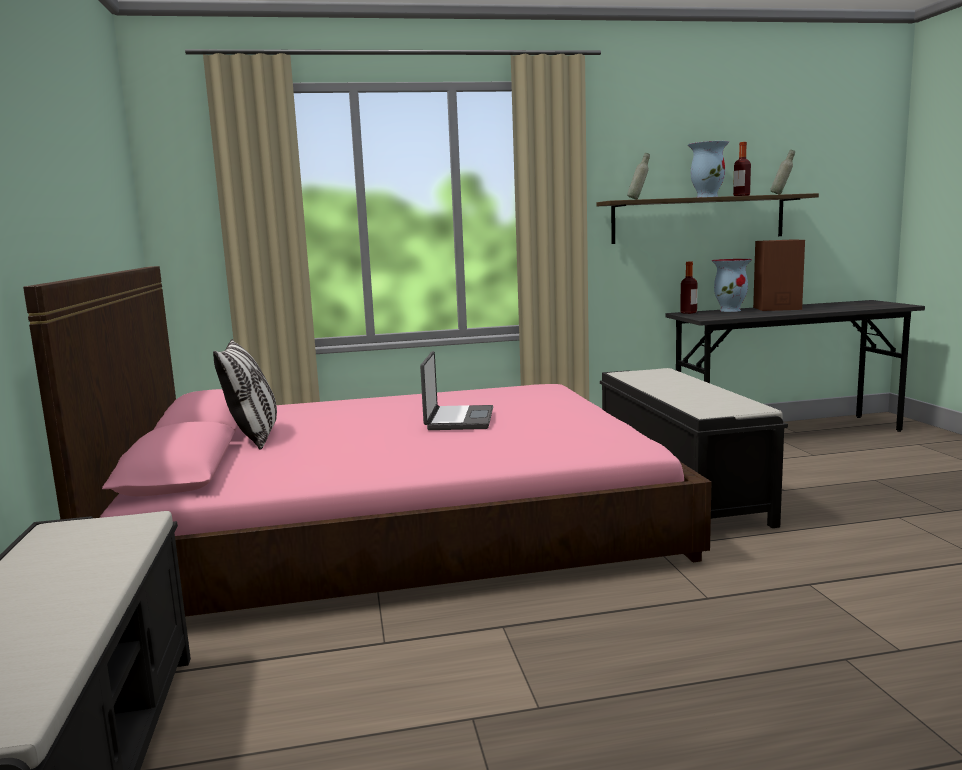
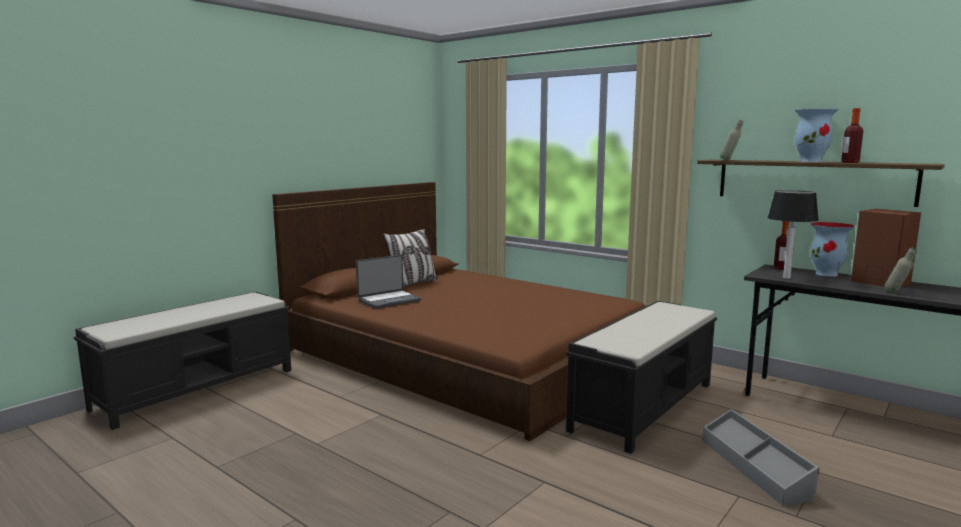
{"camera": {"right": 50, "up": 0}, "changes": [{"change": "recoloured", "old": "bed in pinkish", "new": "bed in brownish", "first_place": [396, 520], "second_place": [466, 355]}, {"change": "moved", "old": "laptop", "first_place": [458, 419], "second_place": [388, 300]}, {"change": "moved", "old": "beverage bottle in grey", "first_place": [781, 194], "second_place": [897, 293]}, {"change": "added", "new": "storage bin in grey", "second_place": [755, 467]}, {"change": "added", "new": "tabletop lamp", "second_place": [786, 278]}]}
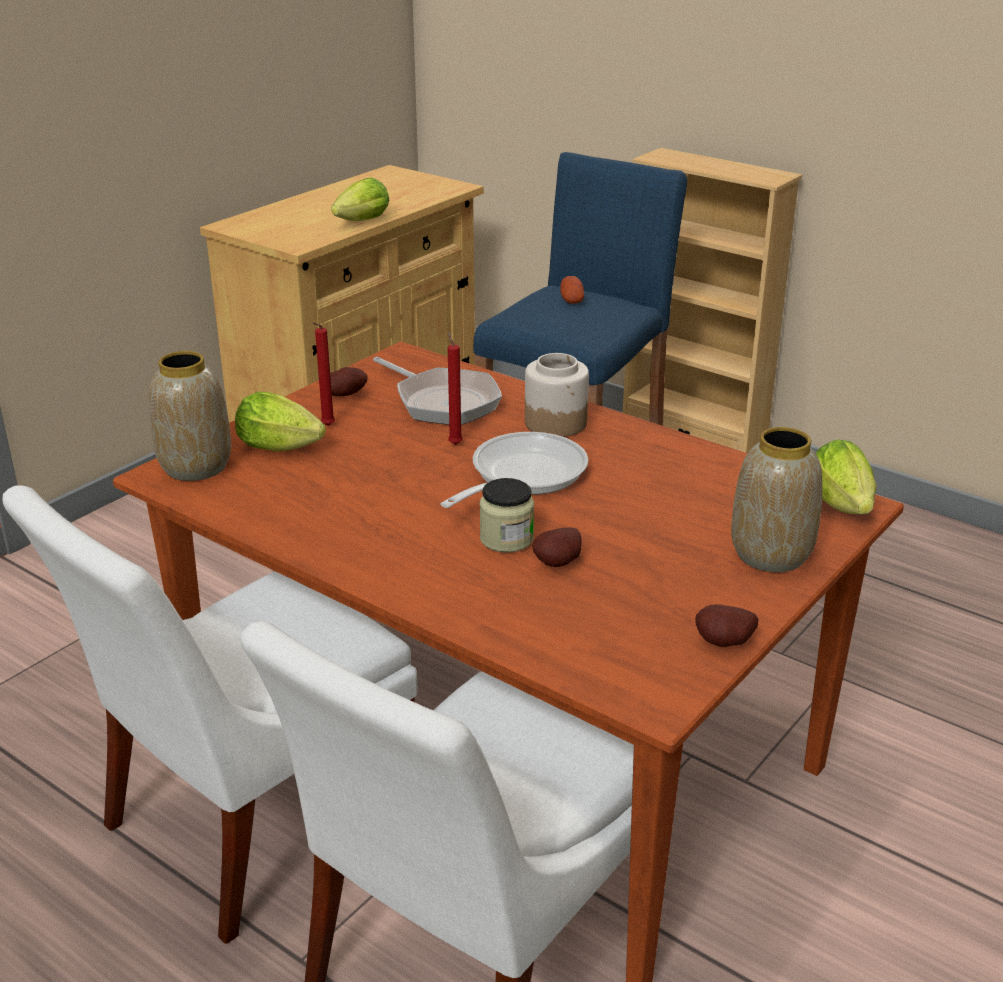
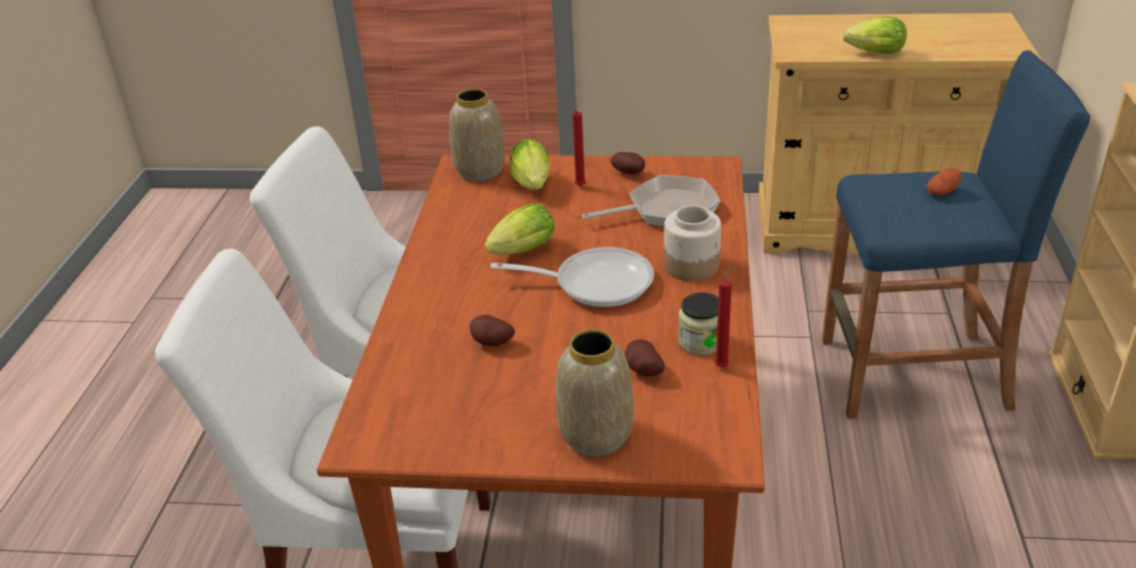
{"camera": {"right": 60, "up": 5}, "changes": [{"change": "turned", "old": "skillet", "first_place": [443, 402], "second_place": [666, 210], "degrees": -120}, {"change": "moved", "old": "candle in red-coloured", "first_place": [454, 443], "second_place": [723, 366]}, {"change": "moved", "old": "storage jar", "first_place": [506, 539], "second_place": [700, 342]}, {"change": "moved", "old": "spud", "first_place": [725, 644], "second_place": [642, 372]}, {"change": "moved", "old": "lettuce head", "first_place": [843, 508], "second_place": [520, 252]}]}
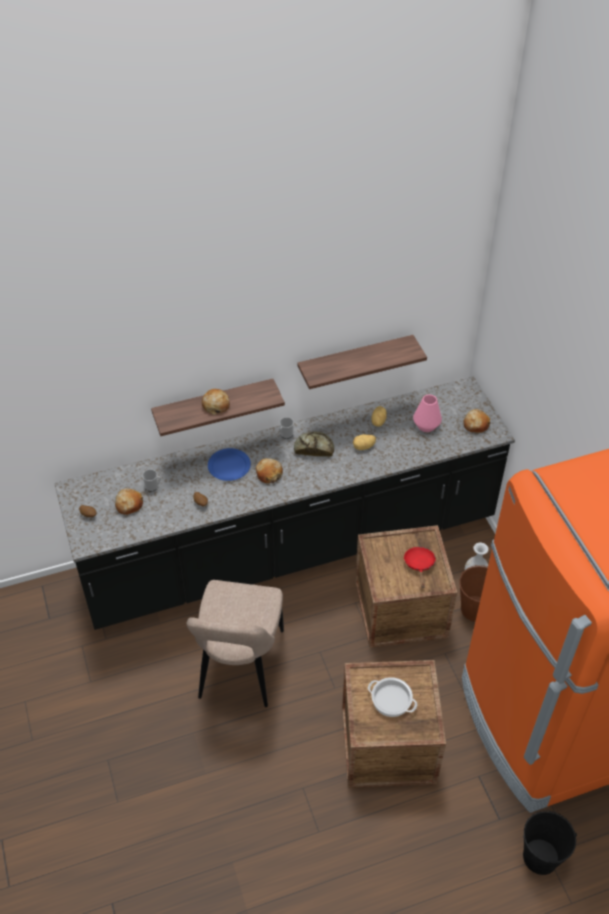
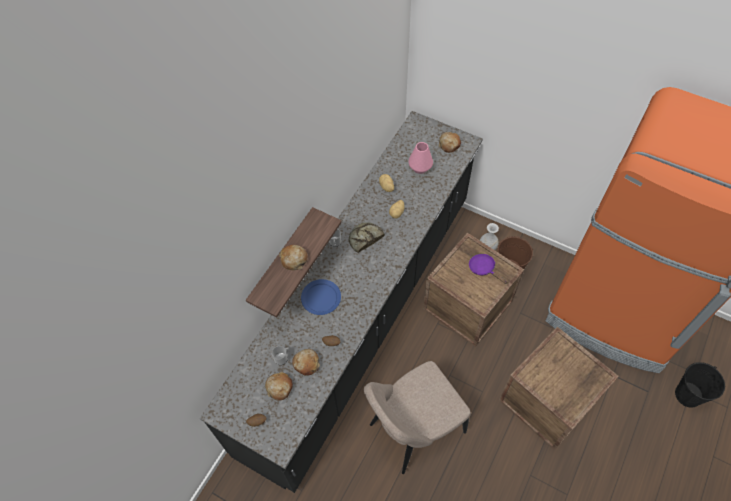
{"camera": {"right": -40, "up": 10}, "changes": [{"change": "turned", "old": "plain chair in sand-coloured", "first_place": [240, 668], "second_place": [413, 430], "degrees": 90}, {"change": "moved", "old": "baked bread", "first_place": [269, 474], "second_place": [306, 363]}, {"change": "removed", "old": "wall shelf", "first_place": [355, 362]}, {"change": "removed", "old": "saucepot", "first_place": [391, 700]}, {"change": "recoloured", "old": "skillet in red-coloured", "new": "skillet in purplish", "first_place": [419, 565], "second_place": [483, 269]}]}
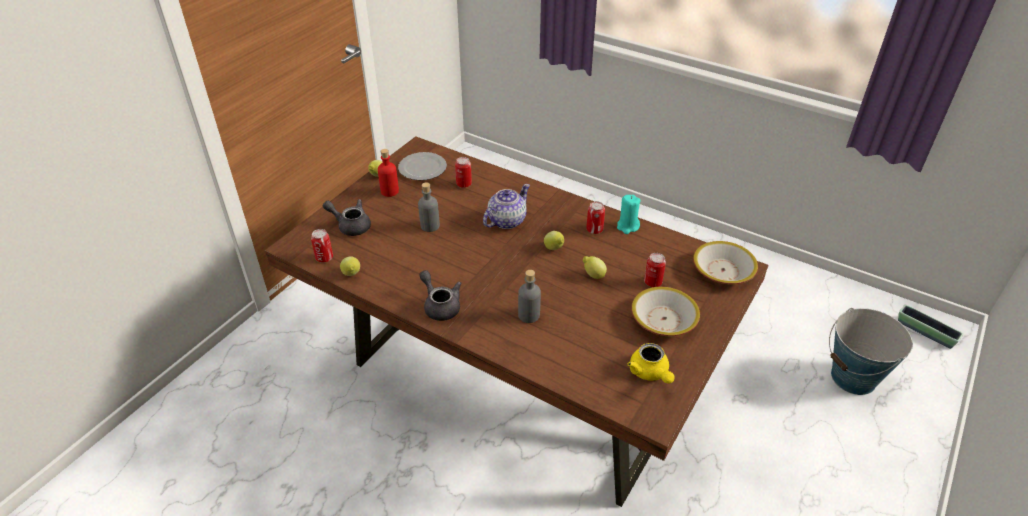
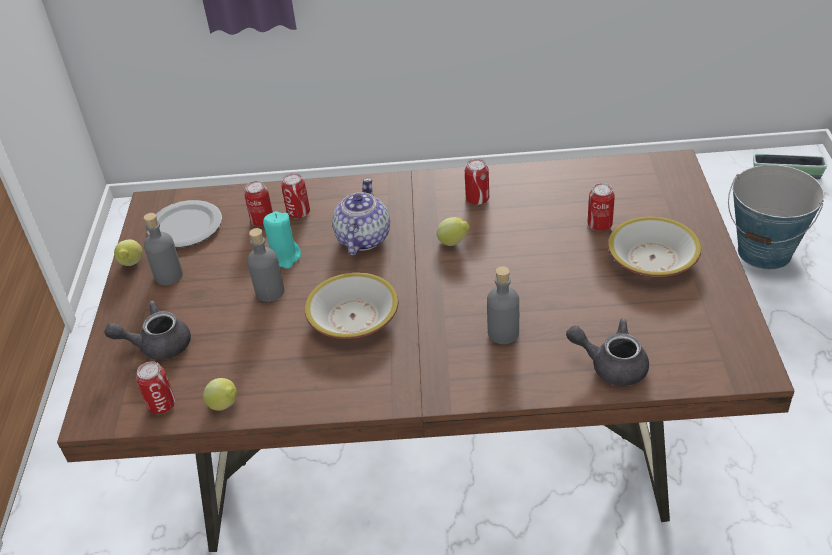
{"camera": {"right": -30, "up": 0}, "changes": [{"change": "recoloured", "old": "beverage bottle in red-coloured", "new": "beverage bottle in grey", "first_place": [389, 191], "second_place": [168, 276]}, {"change": "moved", "old": "pot for tea in grey", "first_place": [440, 305], "second_place": [611, 365]}, {"change": "removed", "old": "whole lemon", "first_place": [593, 275]}, {"change": "moved", "old": "candle in blue-green", "first_place": [627, 226], "second_place": [285, 258]}, {"change": "removed", "old": "pot for tea in yellow-coloured", "first_place": [650, 373]}, {"change": "moved", "old": "deep dish", "first_place": [722, 271], "second_place": [353, 317]}, {"change": "added", "new": "sealed can", "second_place": [298, 213]}]}
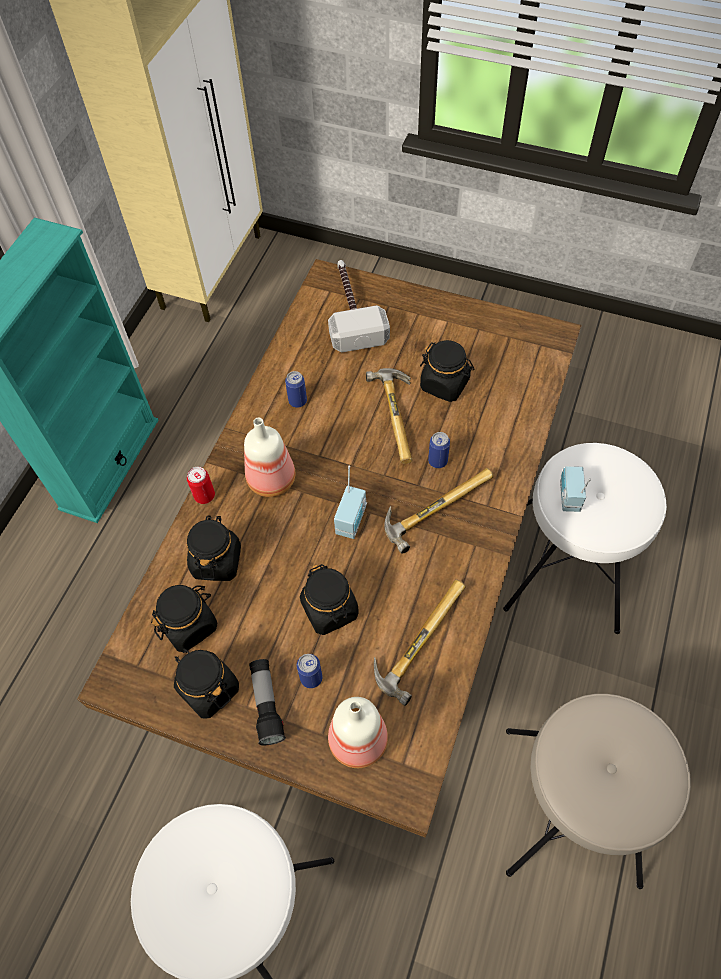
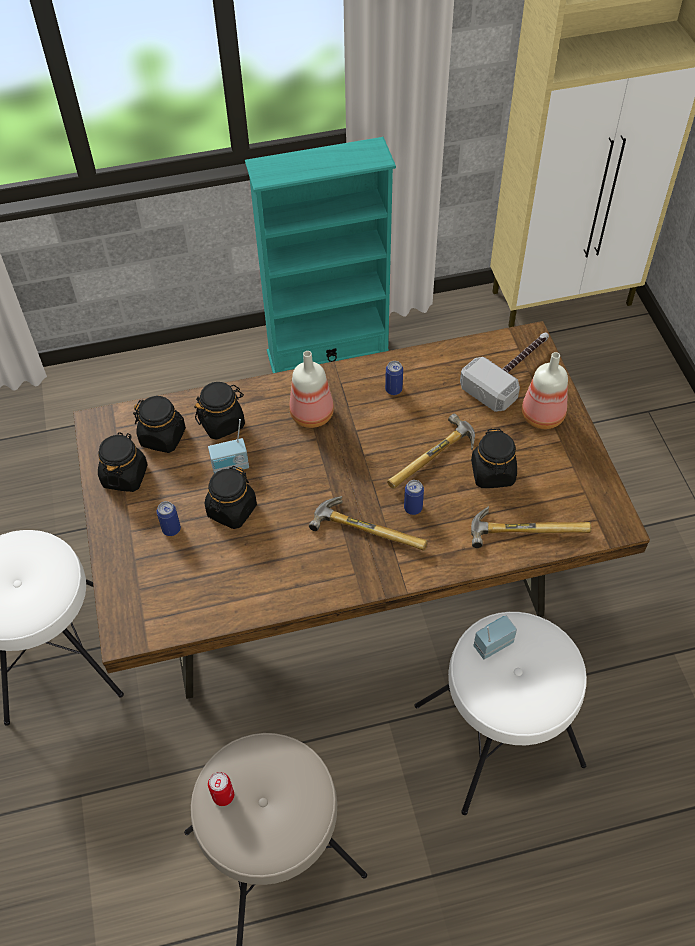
{"camera": {"right": 55, "up": -5}, "changes": [{"change": "moved", "old": "sealed can", "first_place": [204, 496], "second_place": [223, 796]}, {"change": "removed", "old": "hand torch", "first_place": [267, 704]}, {"change": "moved", "old": "beverage bottle", "first_place": [356, 740], "second_place": [541, 415]}, {"change": "moved", "old": "radio receiver", "first_place": [352, 521], "second_place": [230, 467]}, {"change": "moved", "old": "hammer", "first_place": [417, 636], "second_place": [528, 527]}]}
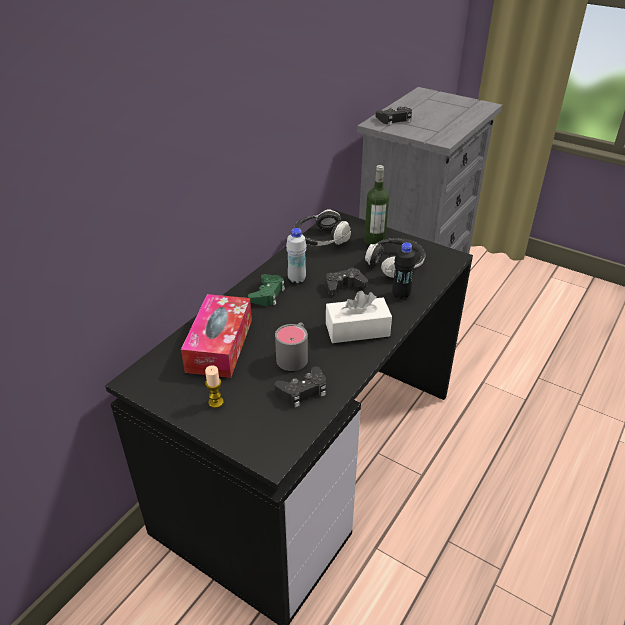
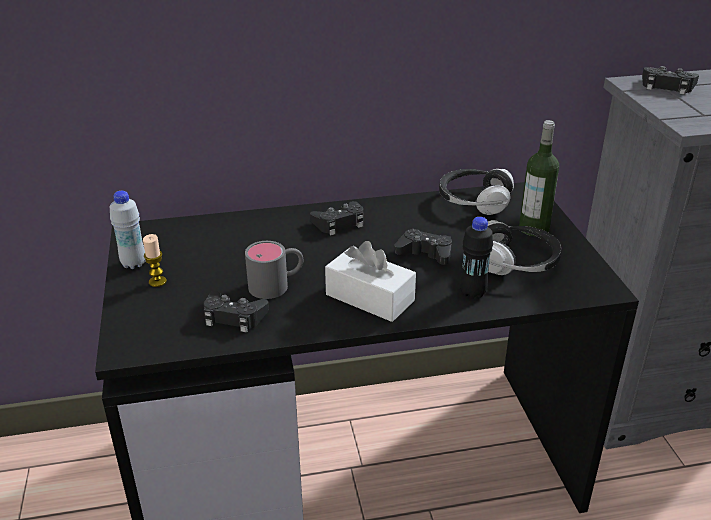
{"camera": {"right": 45, "up": -5}, "changes": [{"change": "removed", "old": "tissue holder", "first_place": [219, 345]}, {"change": "recoloured", "old": "game controller in green", "new": "game controller in black-coloured", "first_place": [267, 294], "second_place": [339, 223]}, {"change": "moved", "old": "beverage bottle in whitish", "first_place": [296, 279], "second_place": [133, 263]}]}
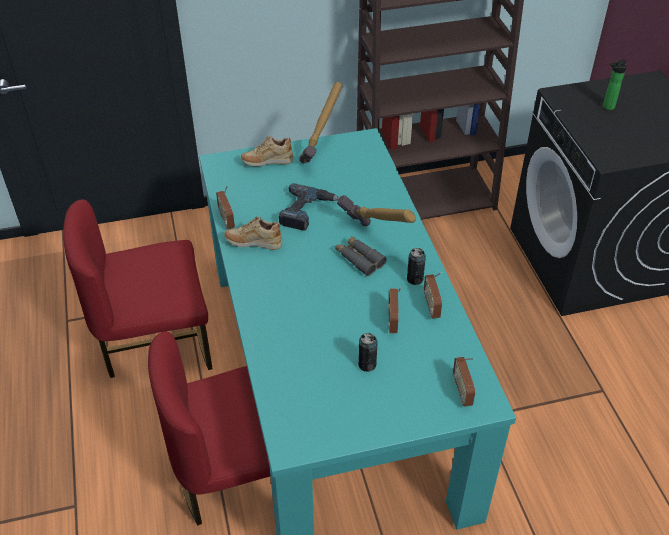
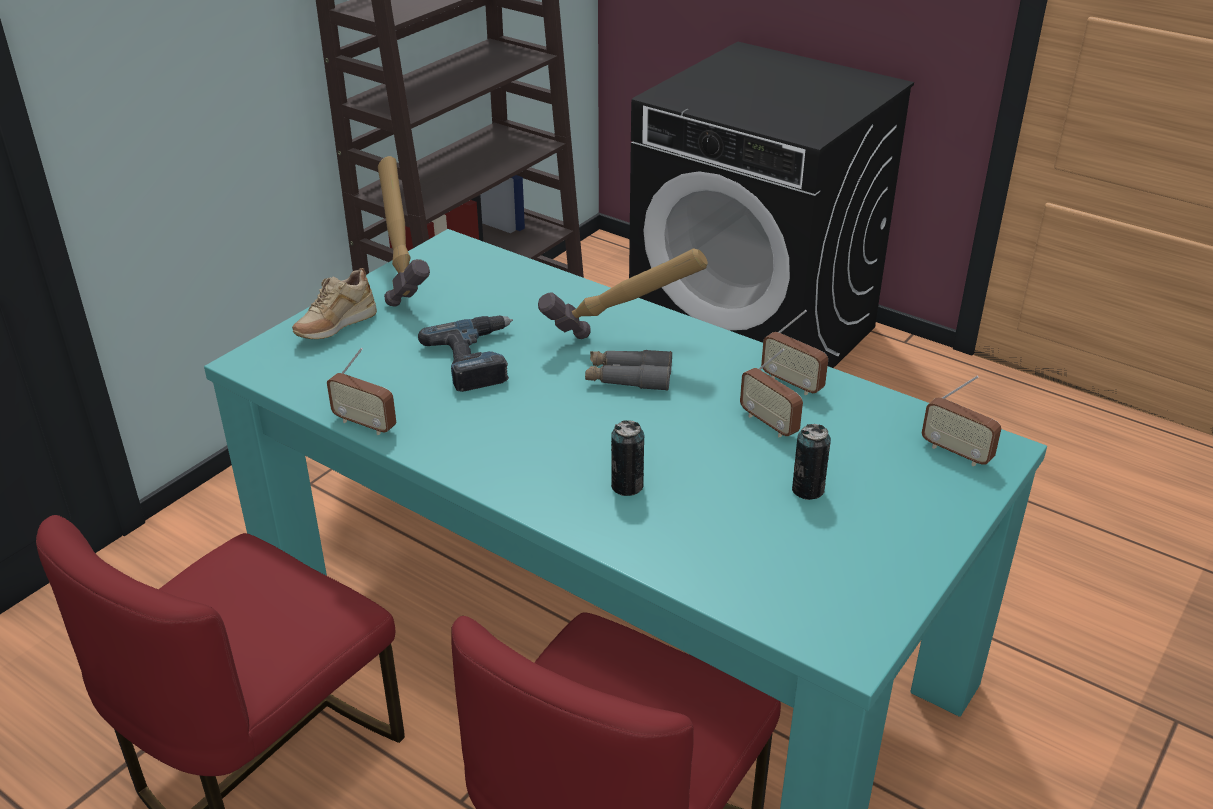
{"camera": {"right": -40, "up": -10}, "changes": [{"change": "removed", "old": "low shoe in sand-coloured", "first_place": [253, 243]}, {"change": "moved", "old": "sealed can", "first_place": [415, 279], "second_place": [627, 486]}, {"change": "removed", "old": "beverage bottle", "first_place": [607, 107]}]}
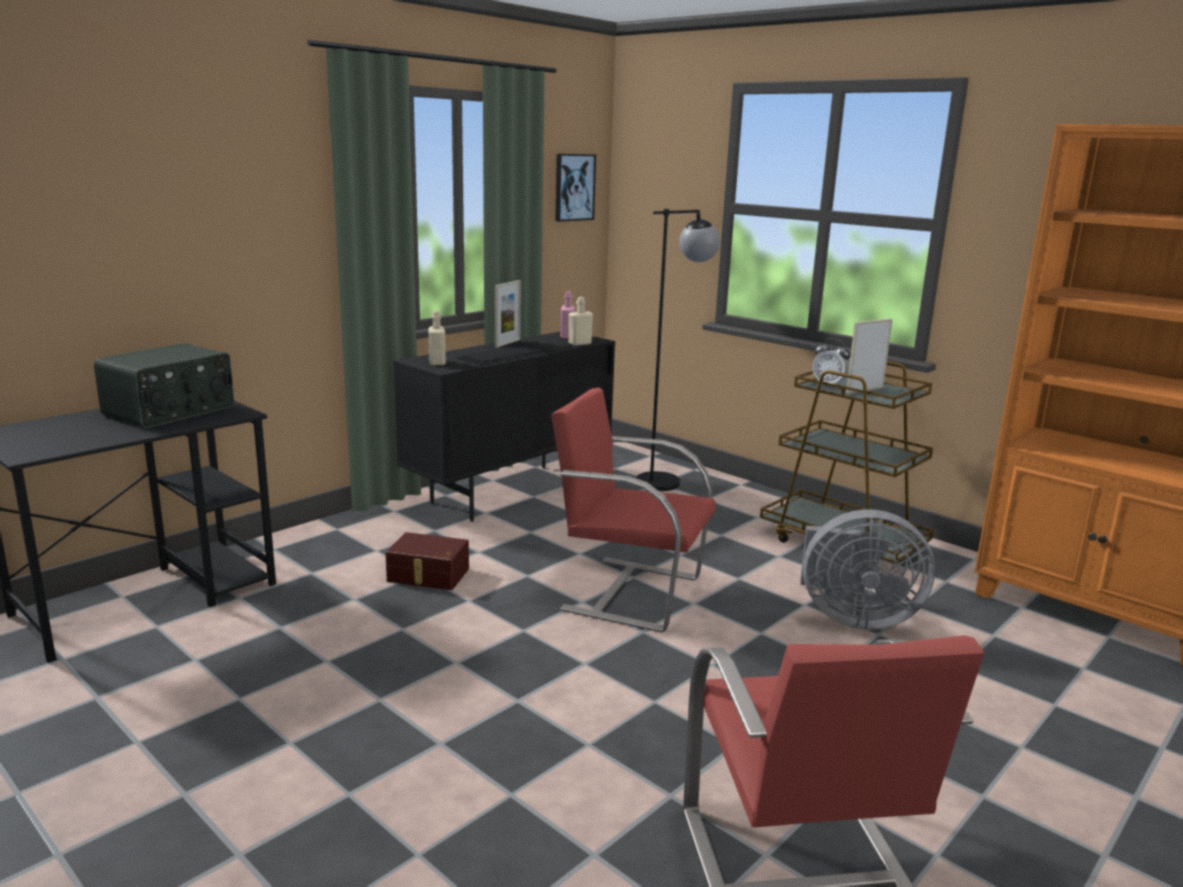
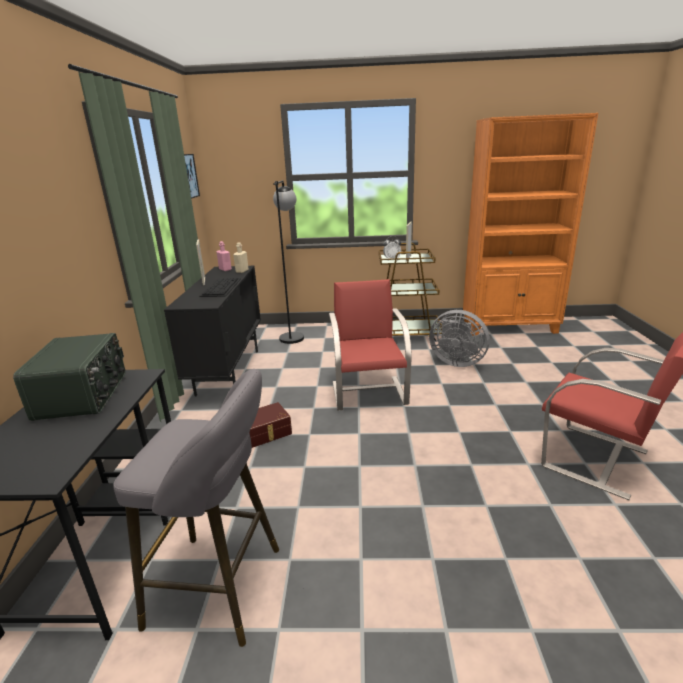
{"camera": {"right": -40, "up": 5}, "changes": [{"change": "removed", "old": "beverage bottle in sand-coloured", "first_place": [437, 362]}, {"change": "turned", "old": "plain chair in red-coloured", "first_place": [630, 592], "second_place": [369, 392], "degrees": 105}, {"change": "turned", "old": "cooling fan in grey", "first_place": [853, 617], "second_place": [456, 361], "degrees": 60}, {"change": "added", "new": "stool seat in grey", "second_place": [223, 587]}]}
